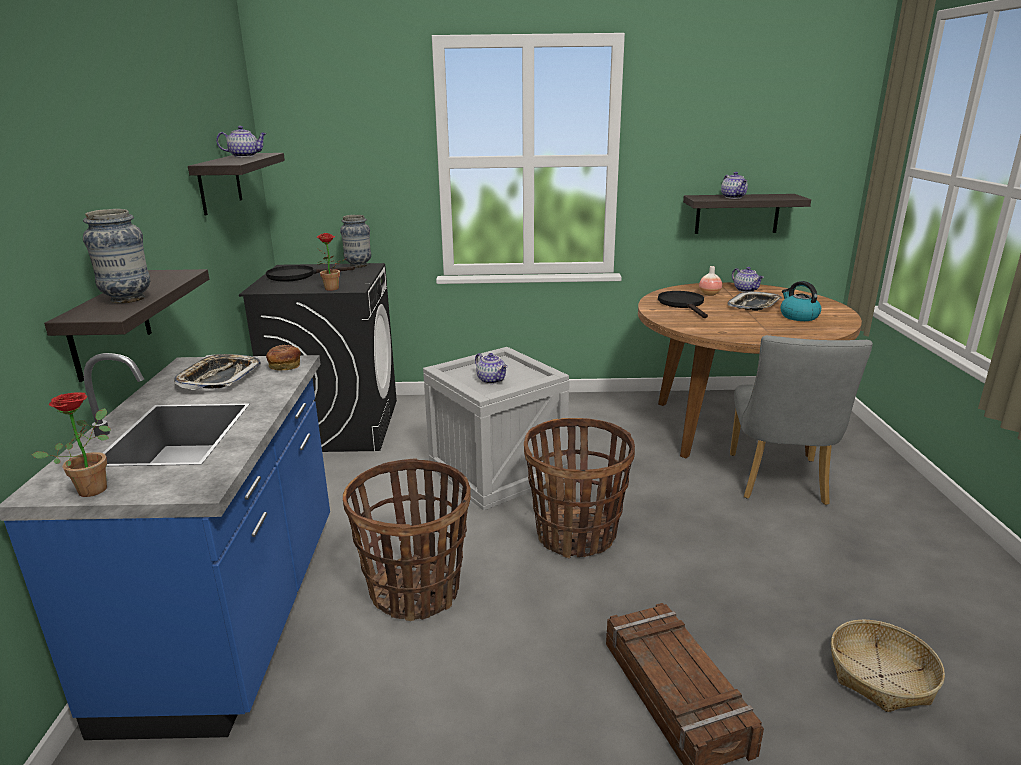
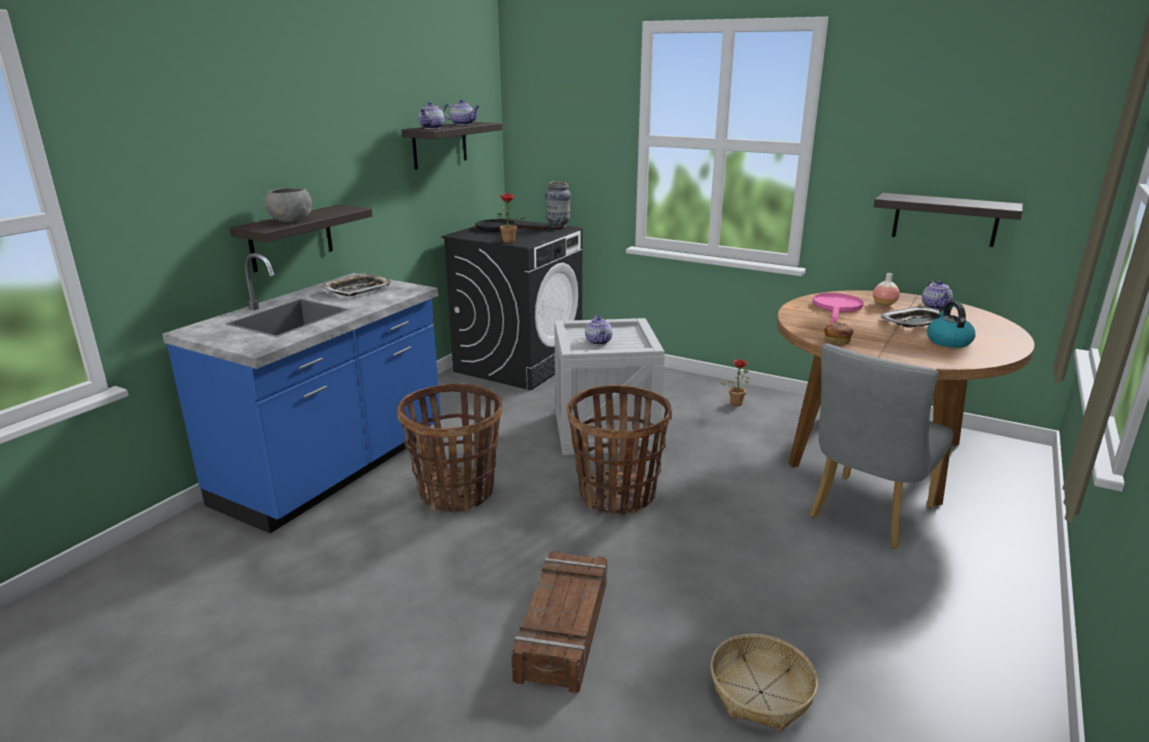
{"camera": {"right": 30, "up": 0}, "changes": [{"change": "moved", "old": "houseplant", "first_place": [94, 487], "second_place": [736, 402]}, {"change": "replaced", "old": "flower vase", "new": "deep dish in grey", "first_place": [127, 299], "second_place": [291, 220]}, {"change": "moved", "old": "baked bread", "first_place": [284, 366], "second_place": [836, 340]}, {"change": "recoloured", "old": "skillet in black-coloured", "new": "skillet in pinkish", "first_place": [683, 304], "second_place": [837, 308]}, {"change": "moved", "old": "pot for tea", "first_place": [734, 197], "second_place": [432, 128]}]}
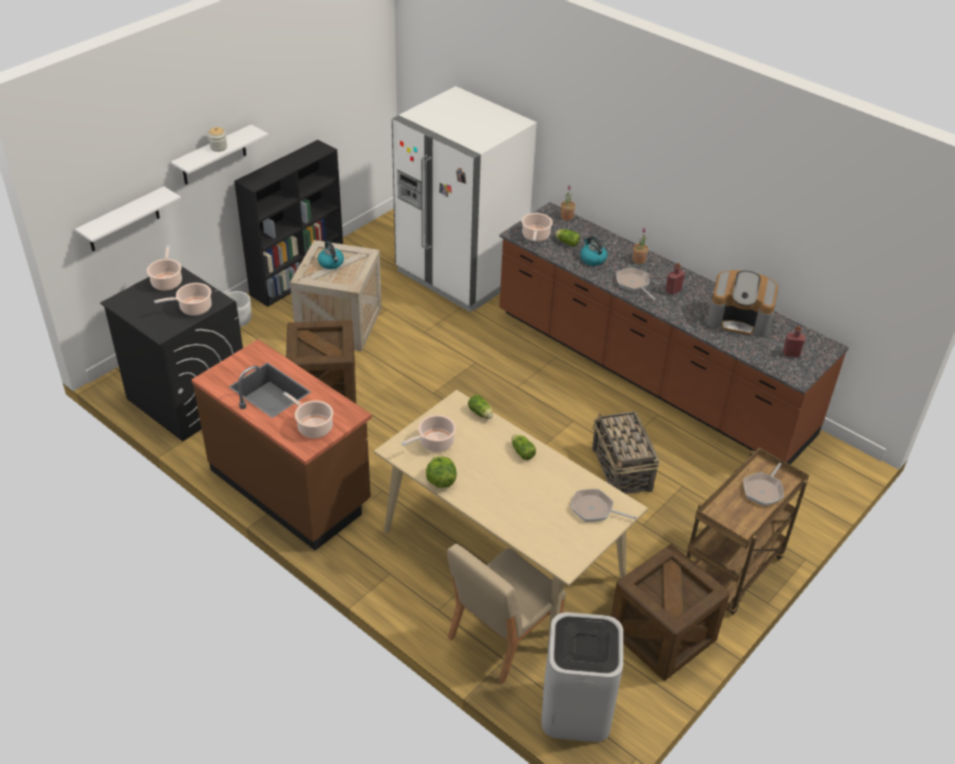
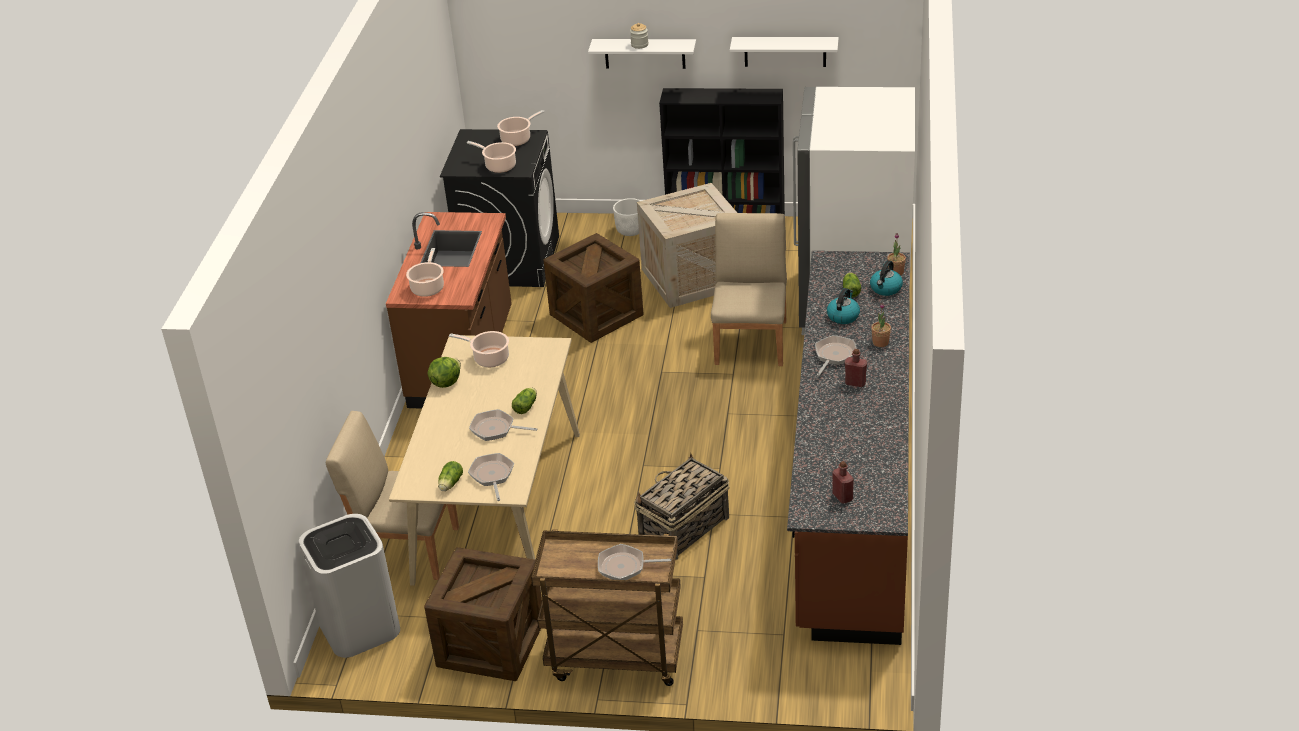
{"camera": {"right": 60, "up": -5}, "changes": [{"change": "moved", "old": "wall shelf in whitish", "first_place": [123, 220], "second_place": [785, 51]}, {"change": "moved", "old": "kettle", "first_place": [331, 263], "second_place": [886, 289]}, {"change": "moved", "old": "lettuce head", "first_place": [481, 414], "second_place": [450, 484]}, {"change": "removed", "old": "saucepot", "first_place": [535, 236]}, {"change": "removed", "old": "coffee brewer", "first_place": [739, 319]}, {"change": "added", "new": "skillet", "second_place": [496, 429]}, {"change": "added", "new": "plain chair in sand-coloured", "second_place": [751, 341]}]}
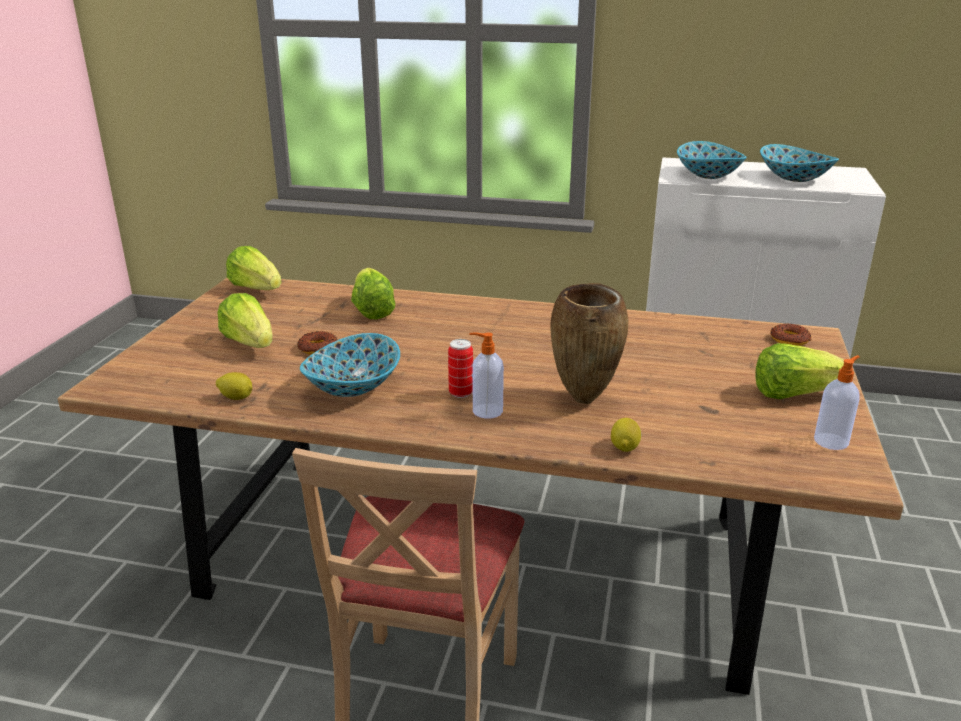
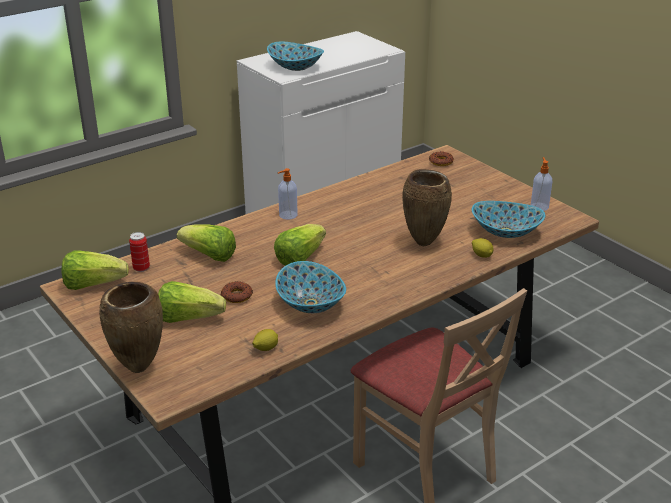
{"camera": {"right": -50, "up": 5}, "changes": [{"change": "moved", "old": "sealed can", "first_place": [461, 393], "second_place": [141, 268]}, {"change": "moved", "old": "liquid soap bottle", "first_place": [486, 411], "second_place": [287, 215]}, {"change": "moved", "old": "lettuce head", "first_place": [793, 394], "second_place": [299, 258]}, {"change": "moved", "old": "deep dish", "first_place": [794, 178], "second_place": [506, 232]}, {"change": "added", "new": "flower vase in brownish", "second_place": [138, 369]}]}
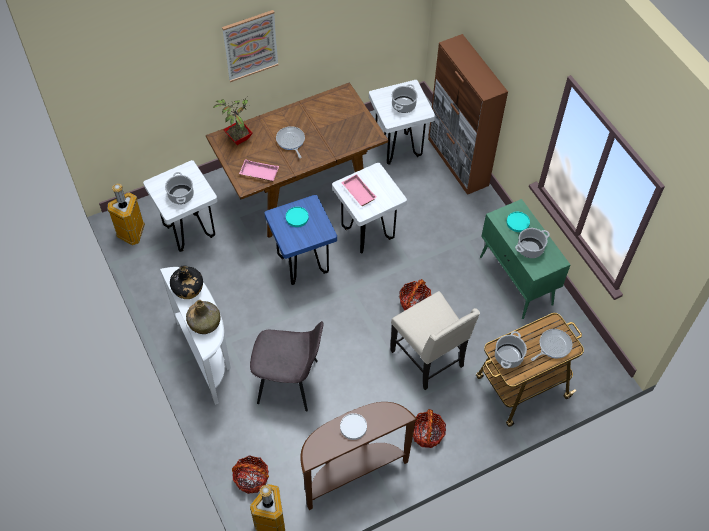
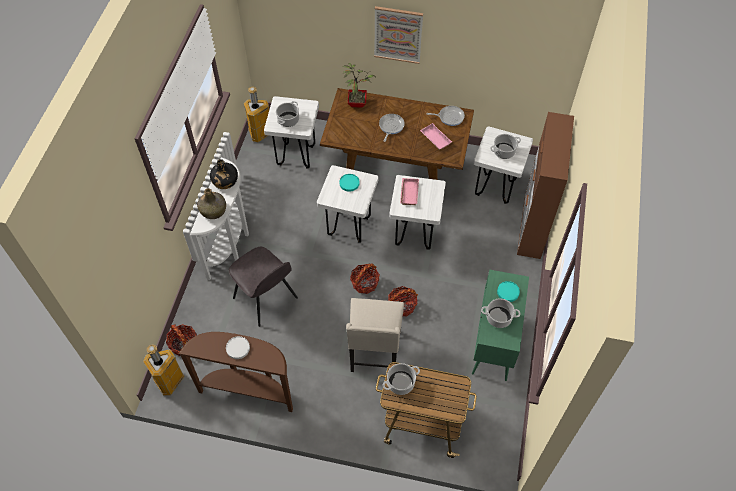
{"camera": {"right": 40, "up": 0}, "changes": [{"change": "moved", "old": "carrying tray in pinkish", "first_place": [258, 173], "second_place": [434, 139]}, {"change": "recoloured", "old": "stool seat in bluish", "new": "stool seat in whitish", "first_place": [303, 265], "second_place": [349, 227]}, {"change": "moved", "old": "storage basket", "first_place": [427, 434], "second_place": [364, 283]}, {"change": "moved", "old": "skillet", "first_place": [553, 346], "second_place": [449, 117]}]}
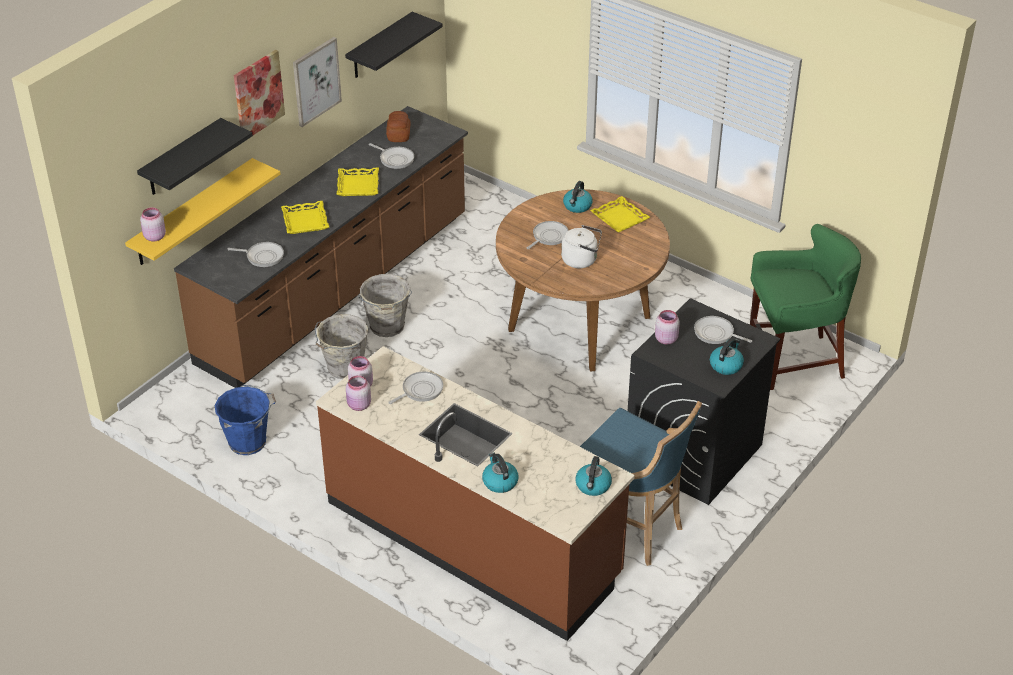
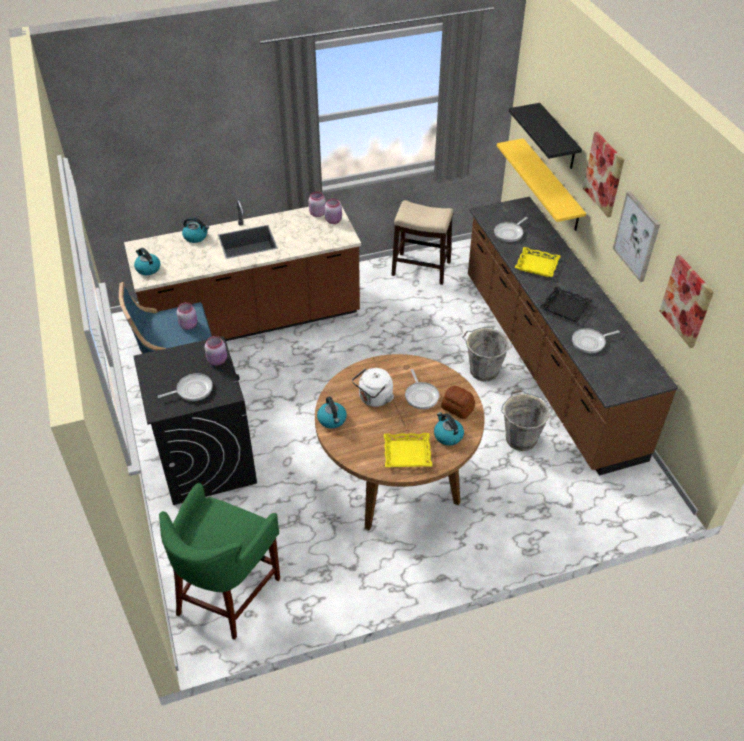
{"camera": {"right": 125, "up": 5}, "changes": [{"change": "moved", "old": "storage jar in pinkish", "first_place": [154, 236], "second_place": [189, 325]}, {"change": "replaced", "old": "water bucket in bluish", "new": "stool seat", "first_place": [249, 442], "second_place": [421, 268]}, {"change": "moved", "old": "water bucket in grey", "first_place": [344, 368], "second_place": [520, 438]}, {"change": "recoloured", "old": "carrying tray in yellow-coloured", "new": "carrying tray in black-coloured", "first_place": [357, 185], "second_place": [565, 307]}, {"change": "replaced", "old": "wall shelf in black-coloured", "new": "picture", "first_place": [380, 46], "second_place": [687, 301]}, {"change": "moved", "old": "baked bread", "first_place": [399, 134], "second_place": [457, 408]}, {"change": "removed", "old": "skillet", "first_place": [420, 390]}, {"change": "moved", "old": "kettle", "first_place": [726, 365], "second_place": [332, 420]}]}
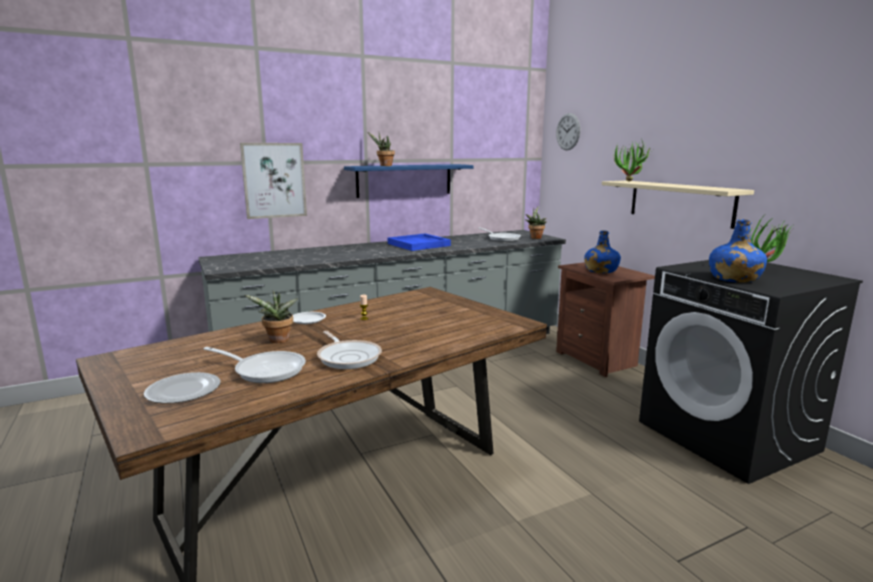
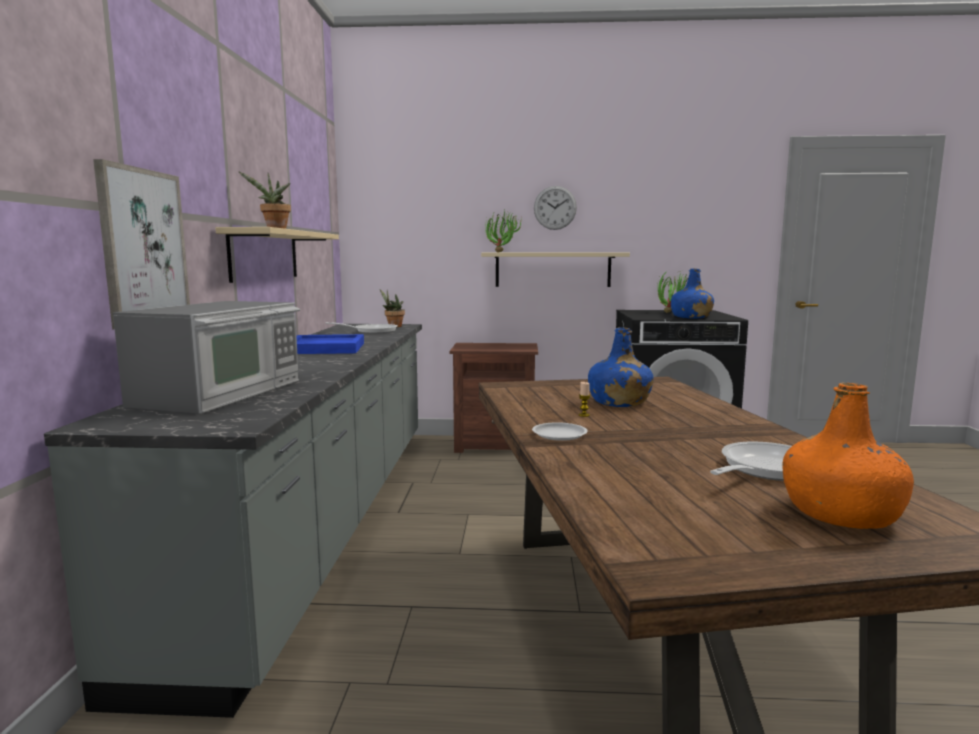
{"camera": {"right": -60, "up": -5}, "changes": [{"change": "replaced", "old": "plate", "new": "beverage bottle in orangey", "first_place": [183, 391], "second_place": [841, 514]}, {"change": "removed", "old": "houseplant", "first_place": [278, 341]}, {"change": "removed", "old": "skillet", "first_place": [348, 357]}, {"change": "recoloured", "old": "wall shelf in bluish", "new": "wall shelf in sand-coloured", "first_place": [404, 180], "second_place": [264, 255]}, {"change": "moved", "old": "hanging clock", "first_place": [568, 131], "second_place": [555, 208]}, {"change": "moved", "old": "beverage bottle in bluish", "first_place": [600, 271], "second_place": [618, 402]}, {"change": "added", "new": "microwave", "second_place": [222, 392]}]}
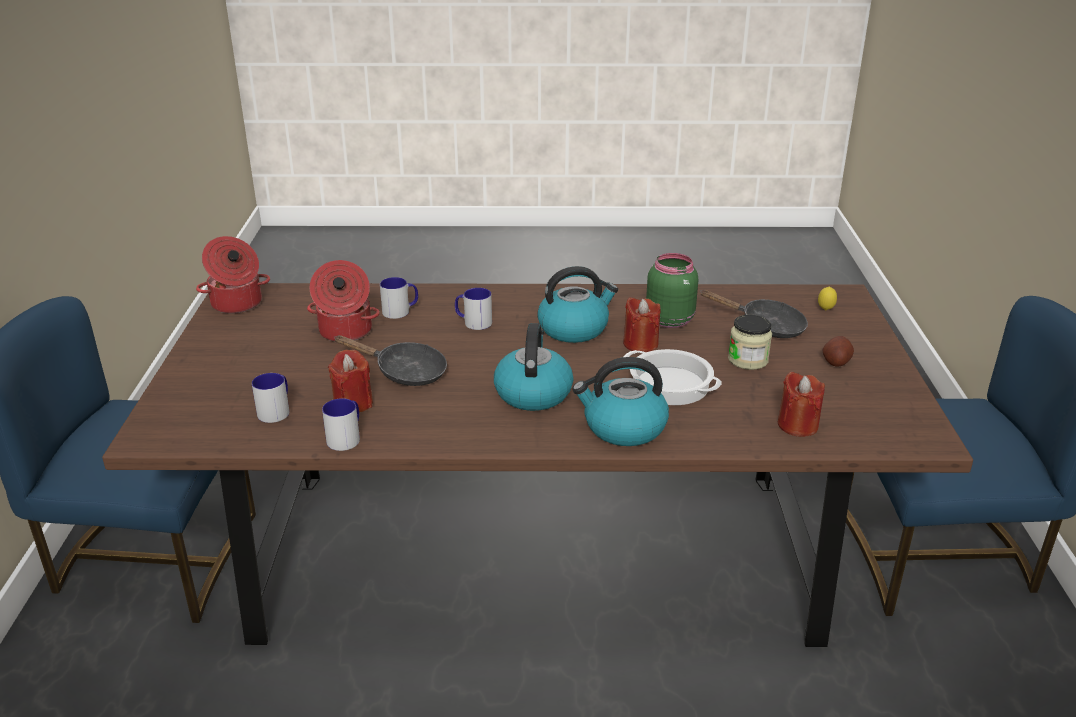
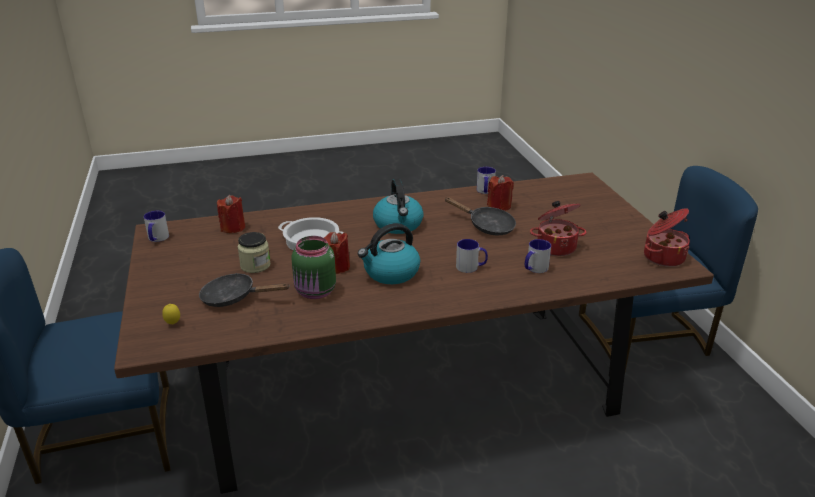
{"camera": {"right": 165, "up": 0}, "changes": [{"change": "moved", "old": "mug", "first_place": [276, 410], "second_place": [157, 239]}, {"change": "turned", "old": "skillet in black-coloured", "first_place": [404, 372], "second_place": [487, 226], "degrees": -150}, {"change": "removed", "old": "kettle", "first_place": [623, 428]}, {"change": "removed", "old": "spud", "first_place": [836, 361]}]}
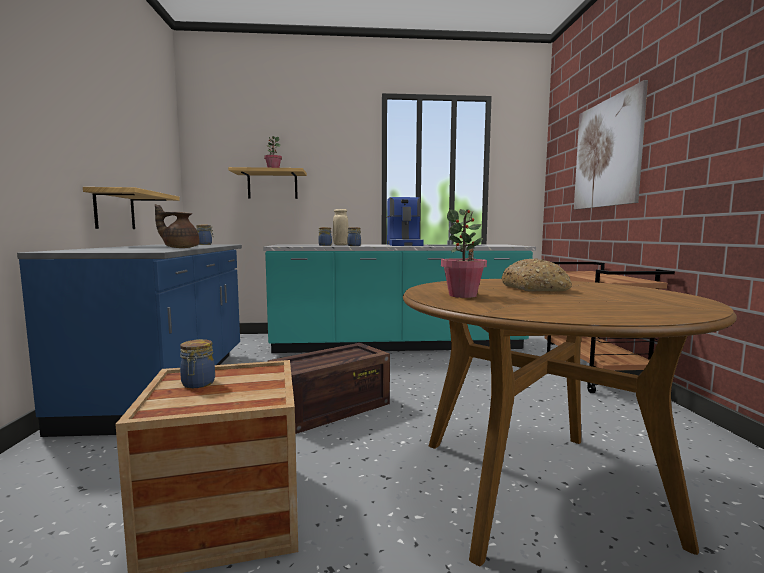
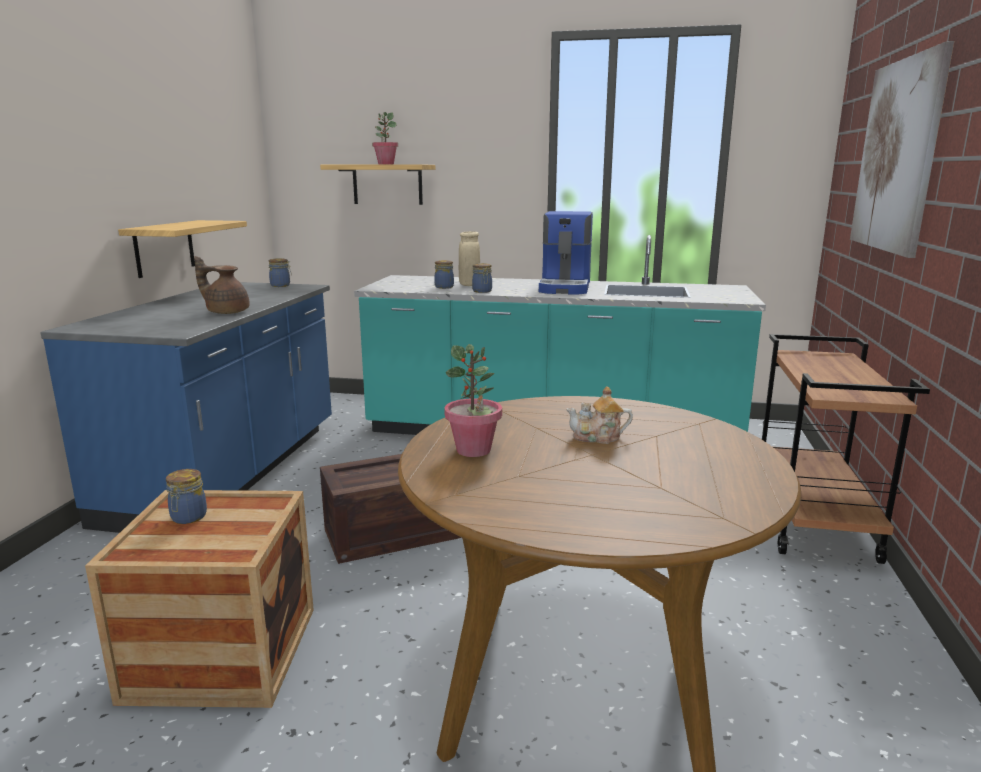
{"camera": {"right": 15, "up": 10}, "changes": [{"change": "replaced", "old": "baked bread", "new": "pot for tea", "first_place": [535, 288], "second_place": [598, 437]}]}
